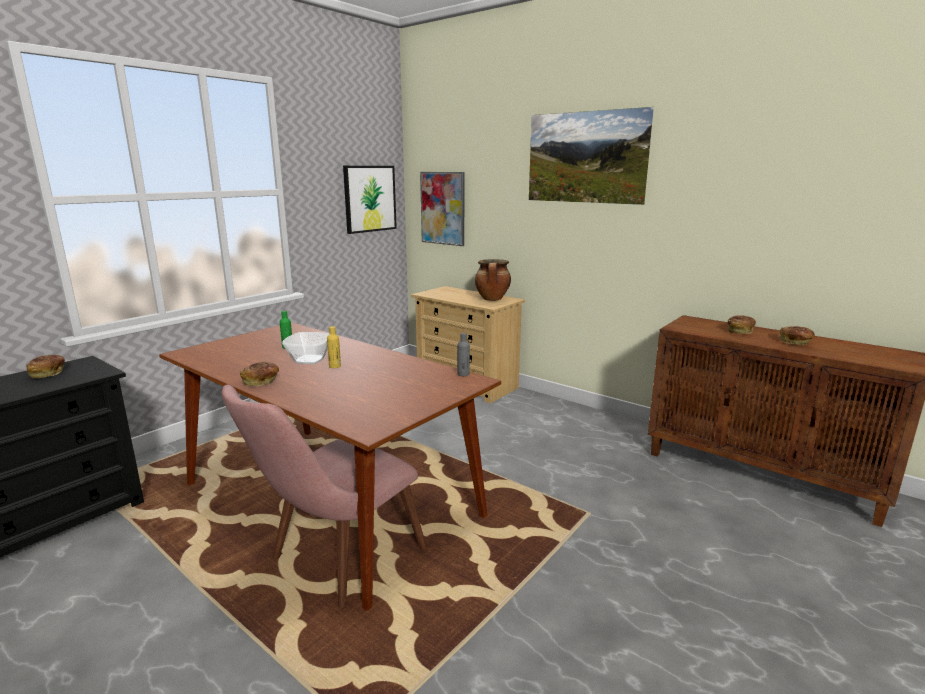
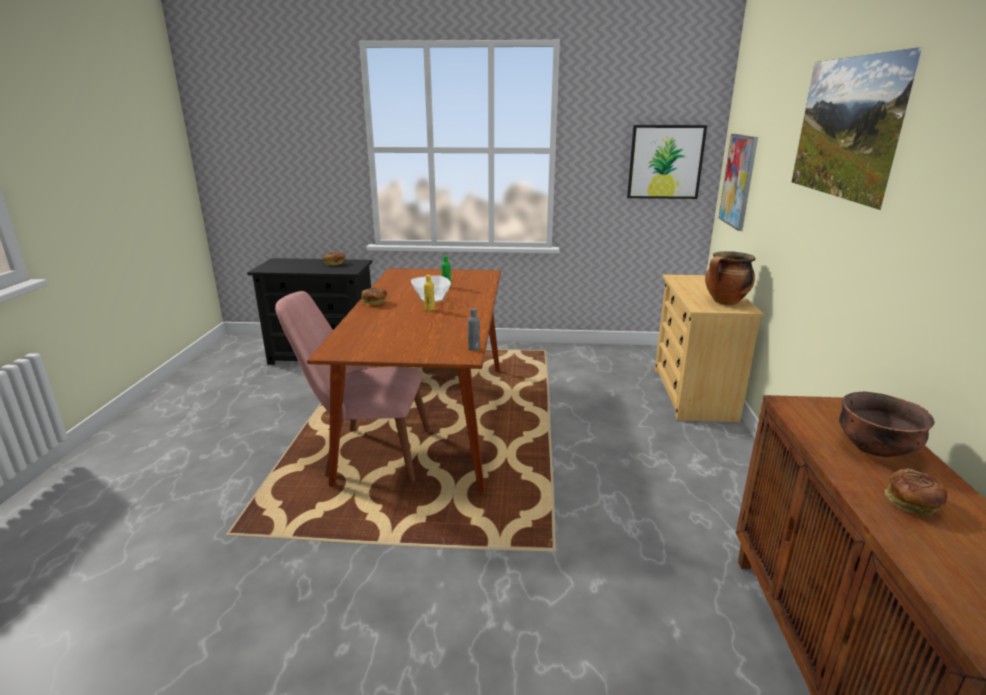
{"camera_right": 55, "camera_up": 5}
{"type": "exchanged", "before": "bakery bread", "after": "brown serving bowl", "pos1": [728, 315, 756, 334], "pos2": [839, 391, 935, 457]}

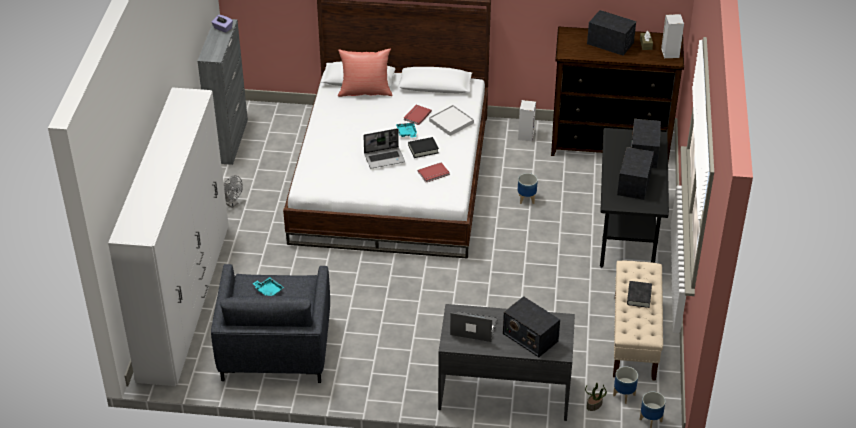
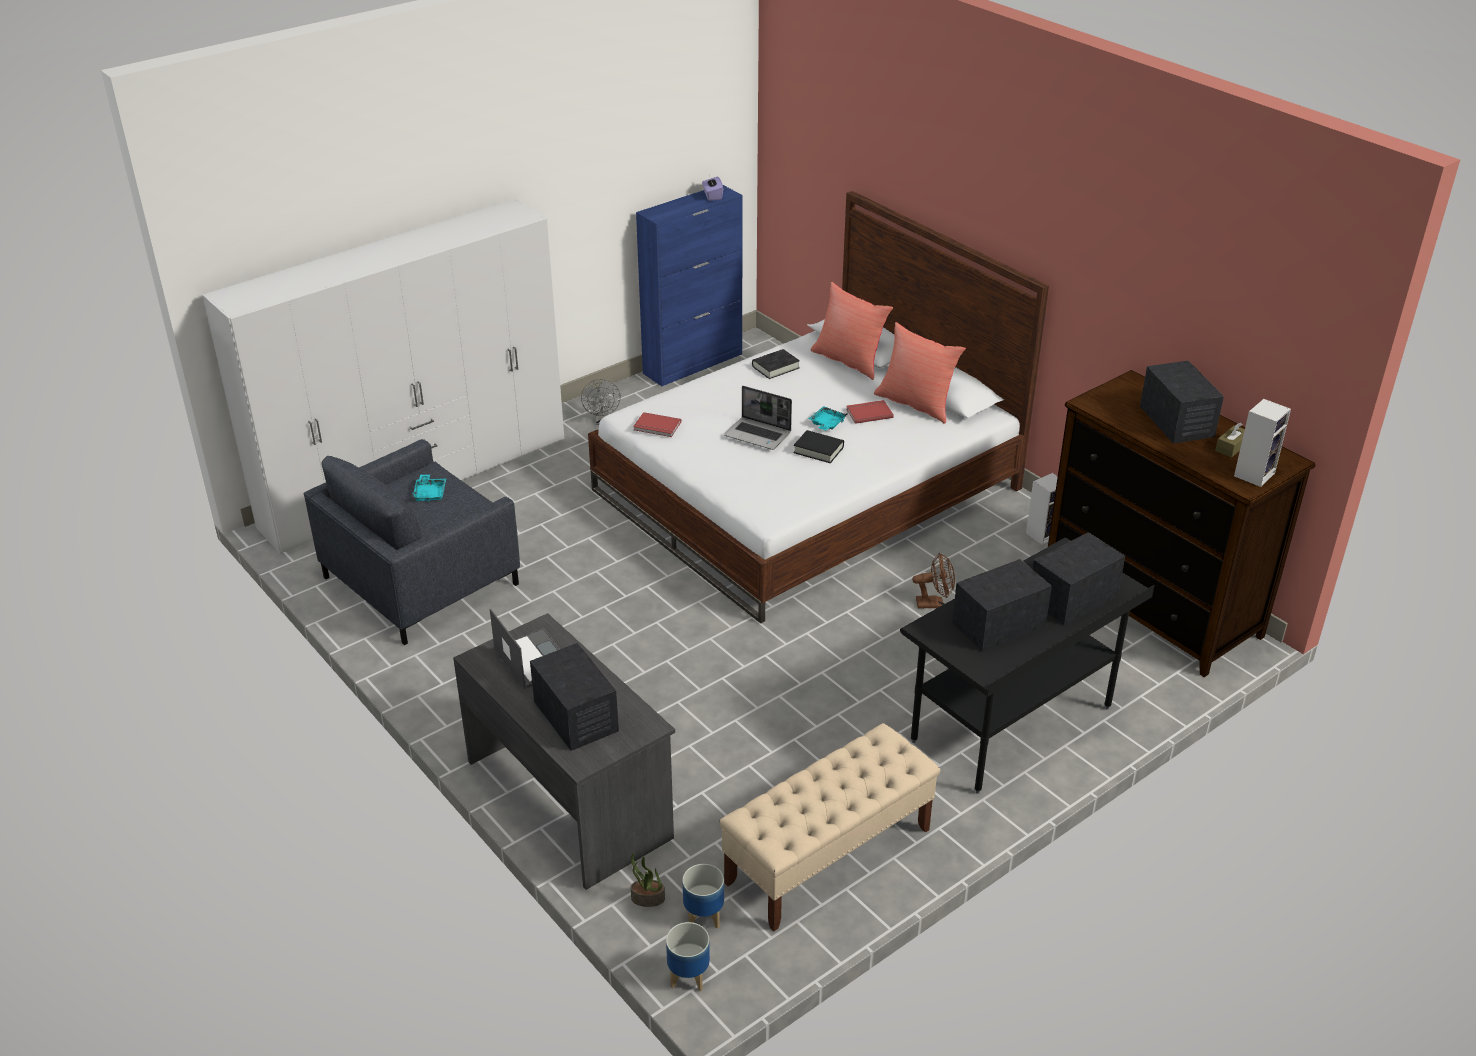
{"camera_right": 45, "camera_up": -5}
{"type": "missing", "before": "white serving tray", "pos1": [429, 105, 474, 136]}
{"type": "appeared", "after": "reddish throw pillow", "pos2": [874, 322, 966, 424]}
{"type": "relocated", "before": "reddish volume", "pos1": [418, 162, 450, 182], "pos2": [633, 412, 681, 437]}
{"type": "relocated", "before": "blackish volume", "pos1": [627, 281, 652, 308], "pos2": [752, 349, 800, 379]}
{"type": "exchanged", "before": "plant pot", "after": "brown fan", "pos1": [518, 173, 538, 204], "pos2": [912, 553, 955, 608]}
{"type": "colour", "before": "grey cupboard", "after": "bluish cupboard", "pos1": [198, 19, 248, 165], "pos2": [636, 185, 743, 386]}
{"type": "spun", "before": "radio", "pos1": [503, 296, 560, 357], "pos2": [530, 643, 619, 751], "turn": 150}

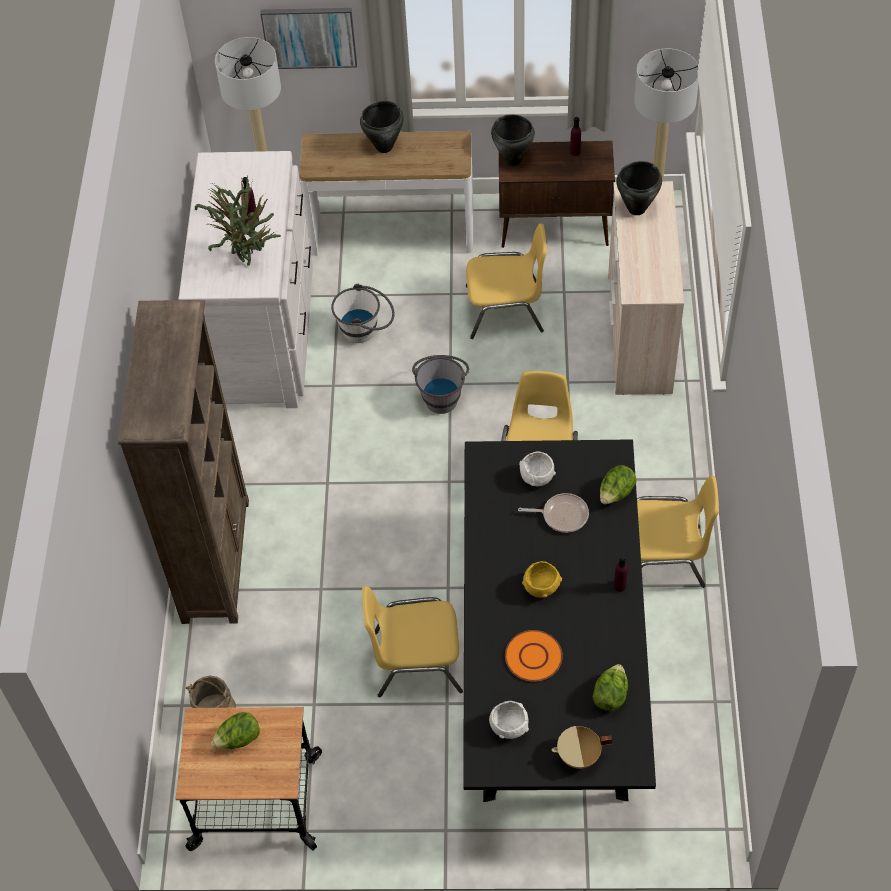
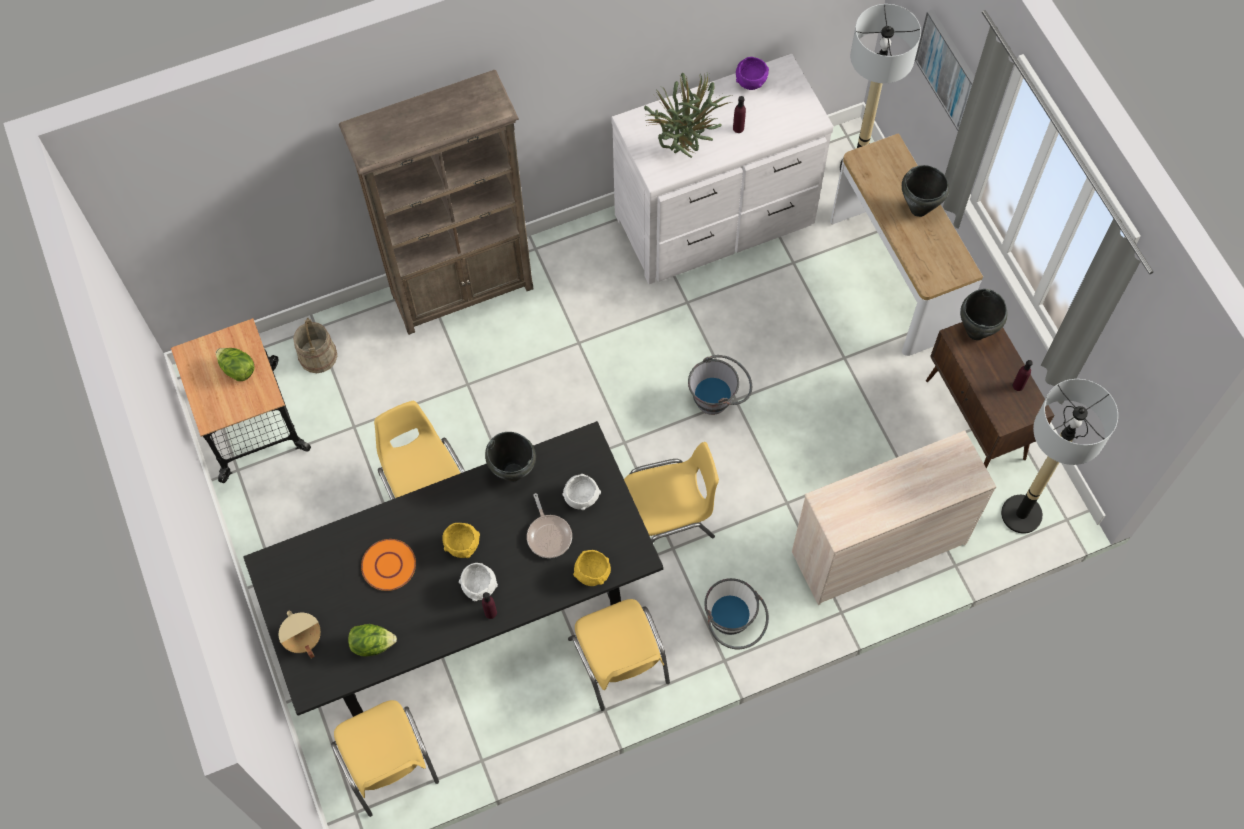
{"camera_right": 65, "camera_up": 10}
{"type": "appeared", "after": "purple serving bowl", "pos2": [736, 57, 769, 90]}
{"type": "relocated", "before": "white bucket", "pos1": [331, 284, 395, 343], "pos2": [704, 578, 769, 649]}
{"type": "relocated", "before": "yellowish chair", "pos1": [466, 223, 547, 339], "pos2": [331, 700, 439, 817]}
{"type": "relocated", "before": "white serving bowl", "pos1": [489, 701, 529, 739], "pos2": [459, 563, 498, 601]}
{"type": "relocated", "before": "blackish cooking pot", "pos1": [616, 161, 662, 215], "pos2": [485, 432, 536, 482]}
{"type": "exchanged", "before": "lettuce head", "after": "yellowish serving bowl", "pos1": [600, 465, 636, 504], "pos2": [573, 550, 611, 586]}

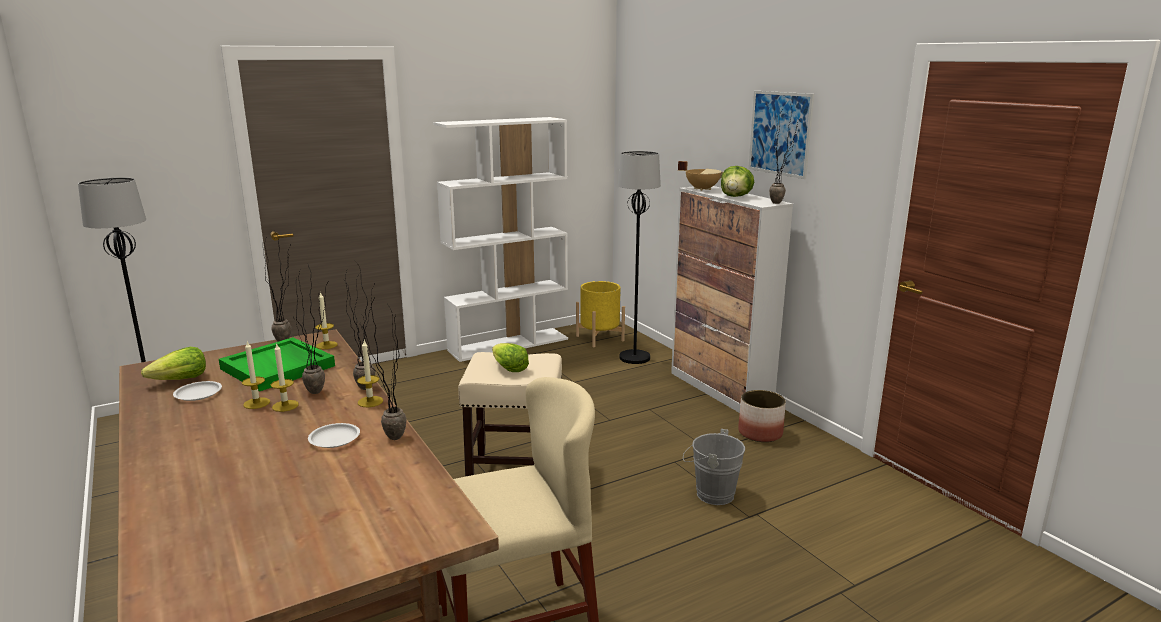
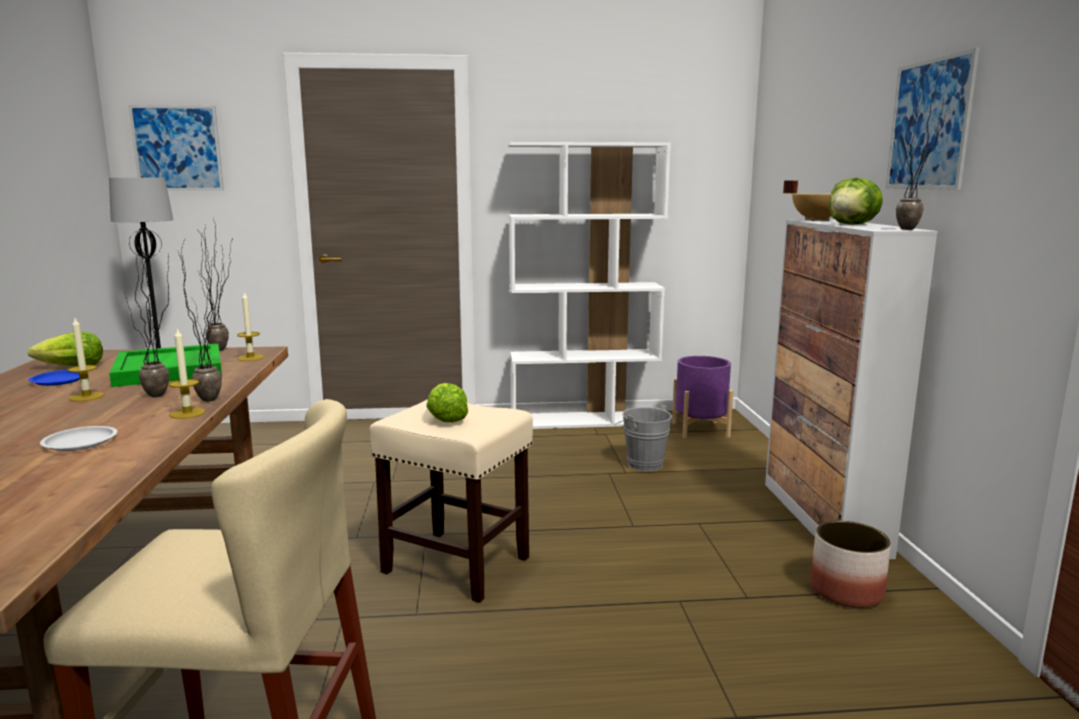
{"camera_right": 25, "camera_up": -5}
{"type": "missing", "before": "candle", "pos1": [271, 343, 299, 412]}
{"type": "missing", "before": "houseplant", "pos1": [358, 299, 407, 440]}
{"type": "missing", "before": "blackish standard lamp", "pos1": [618, 151, 661, 364]}
{"type": "appeared", "after": "wall picture", "pos2": [128, 105, 224, 191]}
{"type": "relocated", "before": "grey bucket", "pos1": [683, 429, 745, 505], "pos2": [614, 404, 672, 471]}
{"type": "colour", "before": "white plate", "after": "bluish plate", "pos1": [173, 381, 222, 401], "pos2": [29, 370, 80, 386]}
{"type": "colour", "before": "yellowish plant pot", "after": "purple plant pot", "pos1": [576, 281, 625, 347], "pos2": [672, 356, 733, 438]}

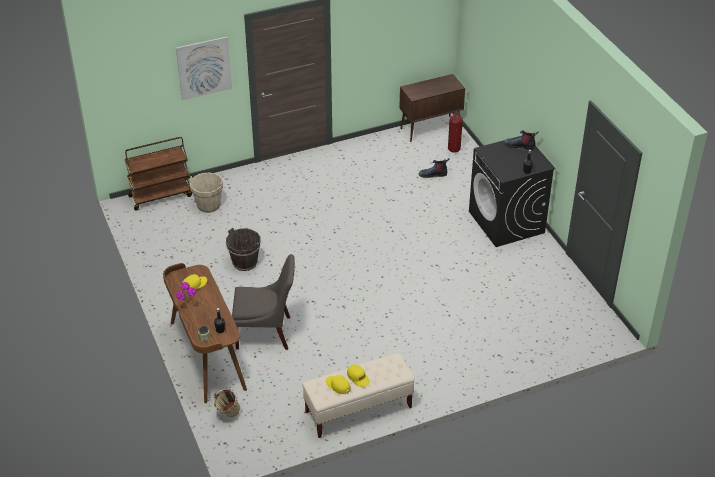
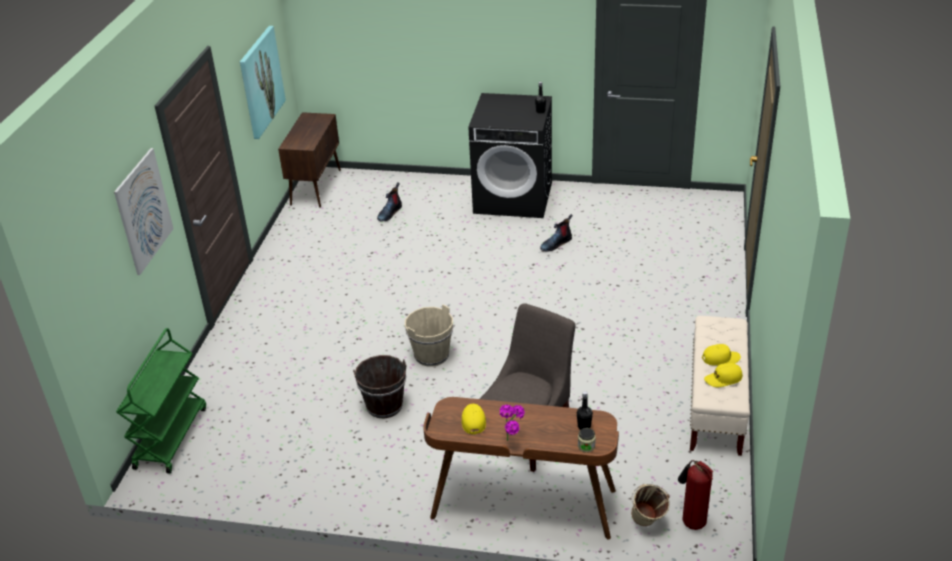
{"camera_right": -55, "camera_up": -5}
{"type": "appeared", "after": "wall picture", "pos2": [240, 26, 286, 139]}
{"type": "relocated", "before": "sand-coloured bucket", "pos1": [189, 173, 223, 213], "pos2": [405, 304, 453, 367]}
{"type": "relocated", "before": "fire extinguisher", "pos1": [448, 112, 463, 153], "pos2": [678, 460, 713, 530]}
{"type": "relocated", "before": "tall boot", "pos1": [504, 130, 539, 150], "pos2": [540, 214, 573, 252]}
{"type": "colour", "before": "brown wheeled cart", "after": "green-coloured wheeled cart", "pos1": [125, 137, 192, 211], "pos2": [116, 328, 206, 474]}

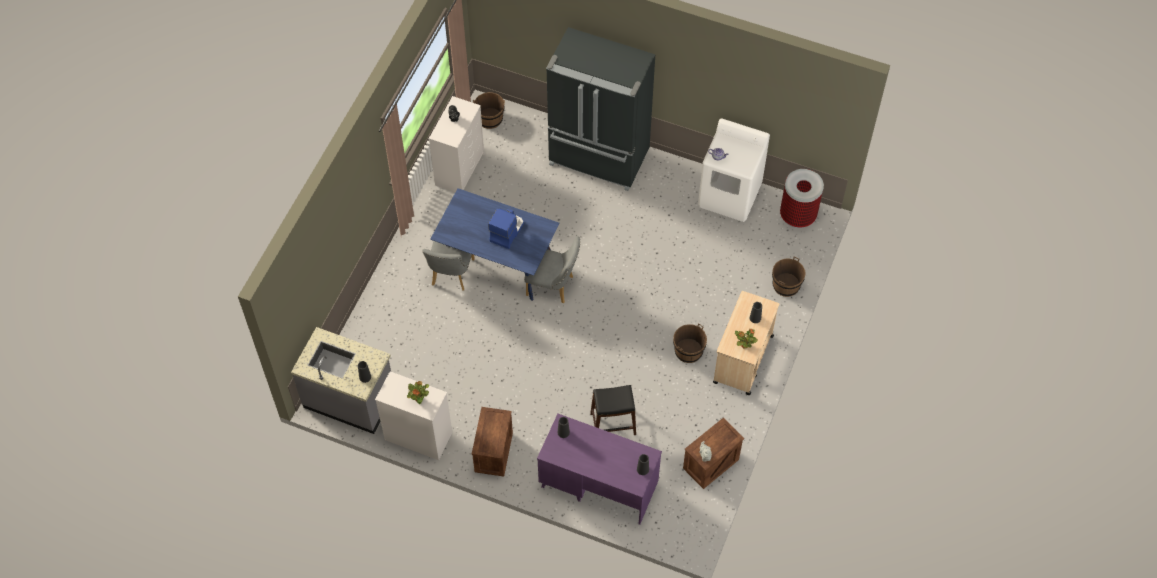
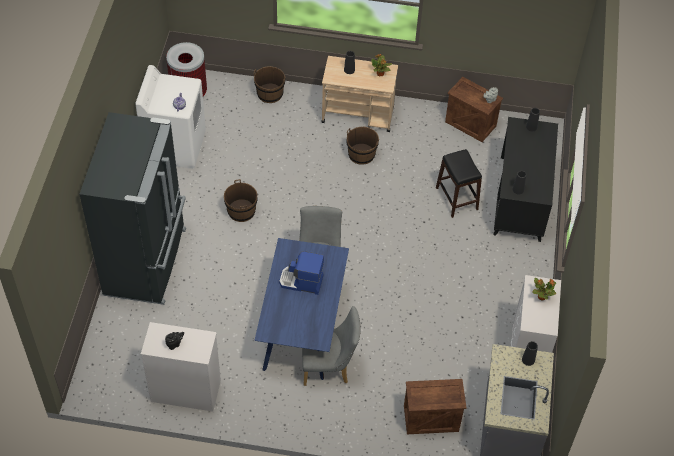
{"camera_right": -105, "camera_up": -5}
{"type": "relocated", "before": "shipping crate", "pos1": [472, 407, 513, 477], "pos2": [404, 379, 467, 434]}
{"type": "relocated", "before": "brown bucket", "pos1": [473, 92, 505, 129], "pos2": [224, 179, 258, 222]}
{"type": "colour", "before": "purple desk table", "after": "blackish desk table", "pos1": [537, 414, 662, 525], "pos2": [493, 117, 558, 242]}

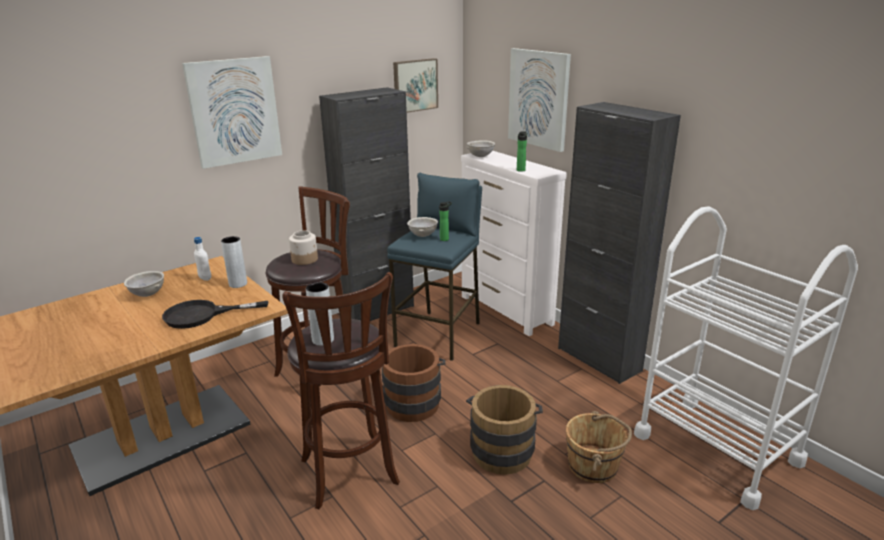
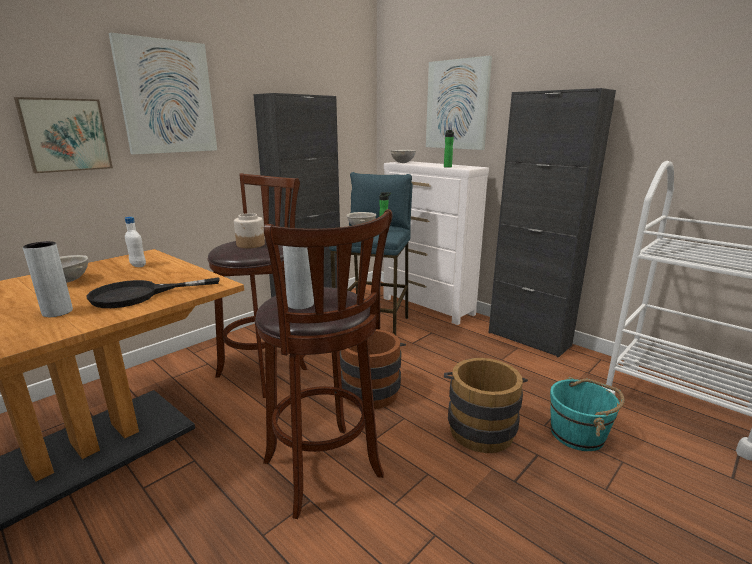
{"camera_right": -10, "camera_up": -5}
{"type": "relocated", "before": "grey flower vase", "pos1": [221, 236, 247, 288], "pos2": [23, 241, 73, 317]}
{"type": "relocated", "before": "wall picture", "pos1": [393, 58, 438, 113], "pos2": [14, 97, 113, 173]}
{"type": "colour", "before": "brown bucket", "after": "blue-green bucket", "pos1": [566, 411, 632, 483], "pos2": [550, 377, 625, 451]}

